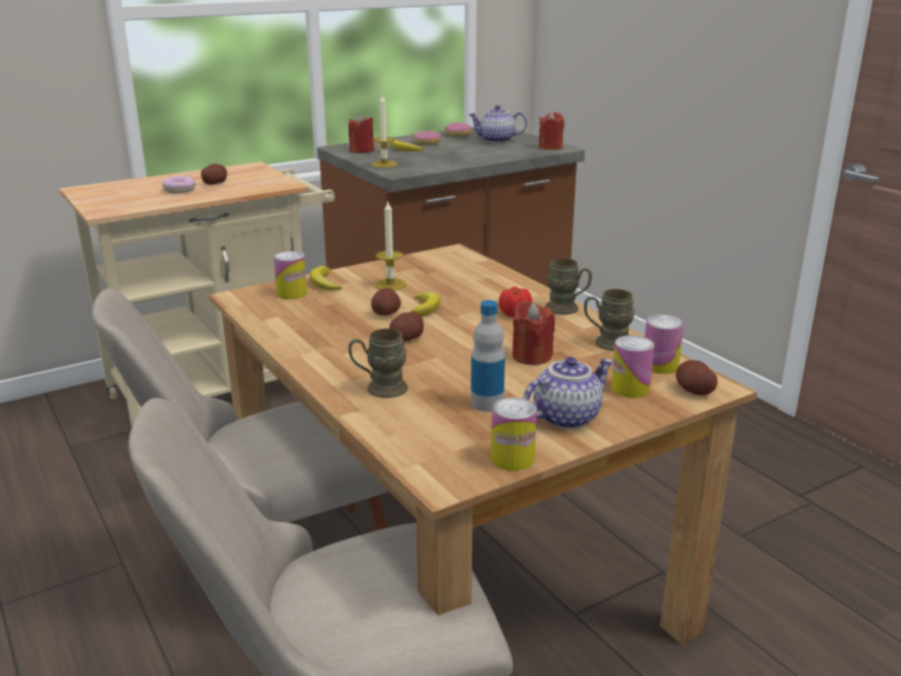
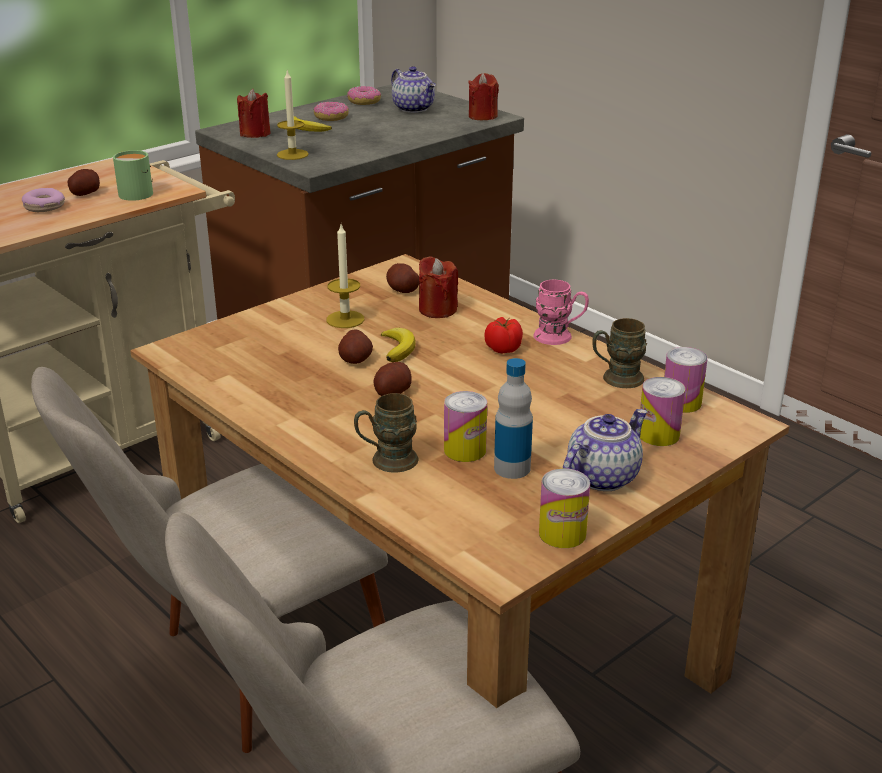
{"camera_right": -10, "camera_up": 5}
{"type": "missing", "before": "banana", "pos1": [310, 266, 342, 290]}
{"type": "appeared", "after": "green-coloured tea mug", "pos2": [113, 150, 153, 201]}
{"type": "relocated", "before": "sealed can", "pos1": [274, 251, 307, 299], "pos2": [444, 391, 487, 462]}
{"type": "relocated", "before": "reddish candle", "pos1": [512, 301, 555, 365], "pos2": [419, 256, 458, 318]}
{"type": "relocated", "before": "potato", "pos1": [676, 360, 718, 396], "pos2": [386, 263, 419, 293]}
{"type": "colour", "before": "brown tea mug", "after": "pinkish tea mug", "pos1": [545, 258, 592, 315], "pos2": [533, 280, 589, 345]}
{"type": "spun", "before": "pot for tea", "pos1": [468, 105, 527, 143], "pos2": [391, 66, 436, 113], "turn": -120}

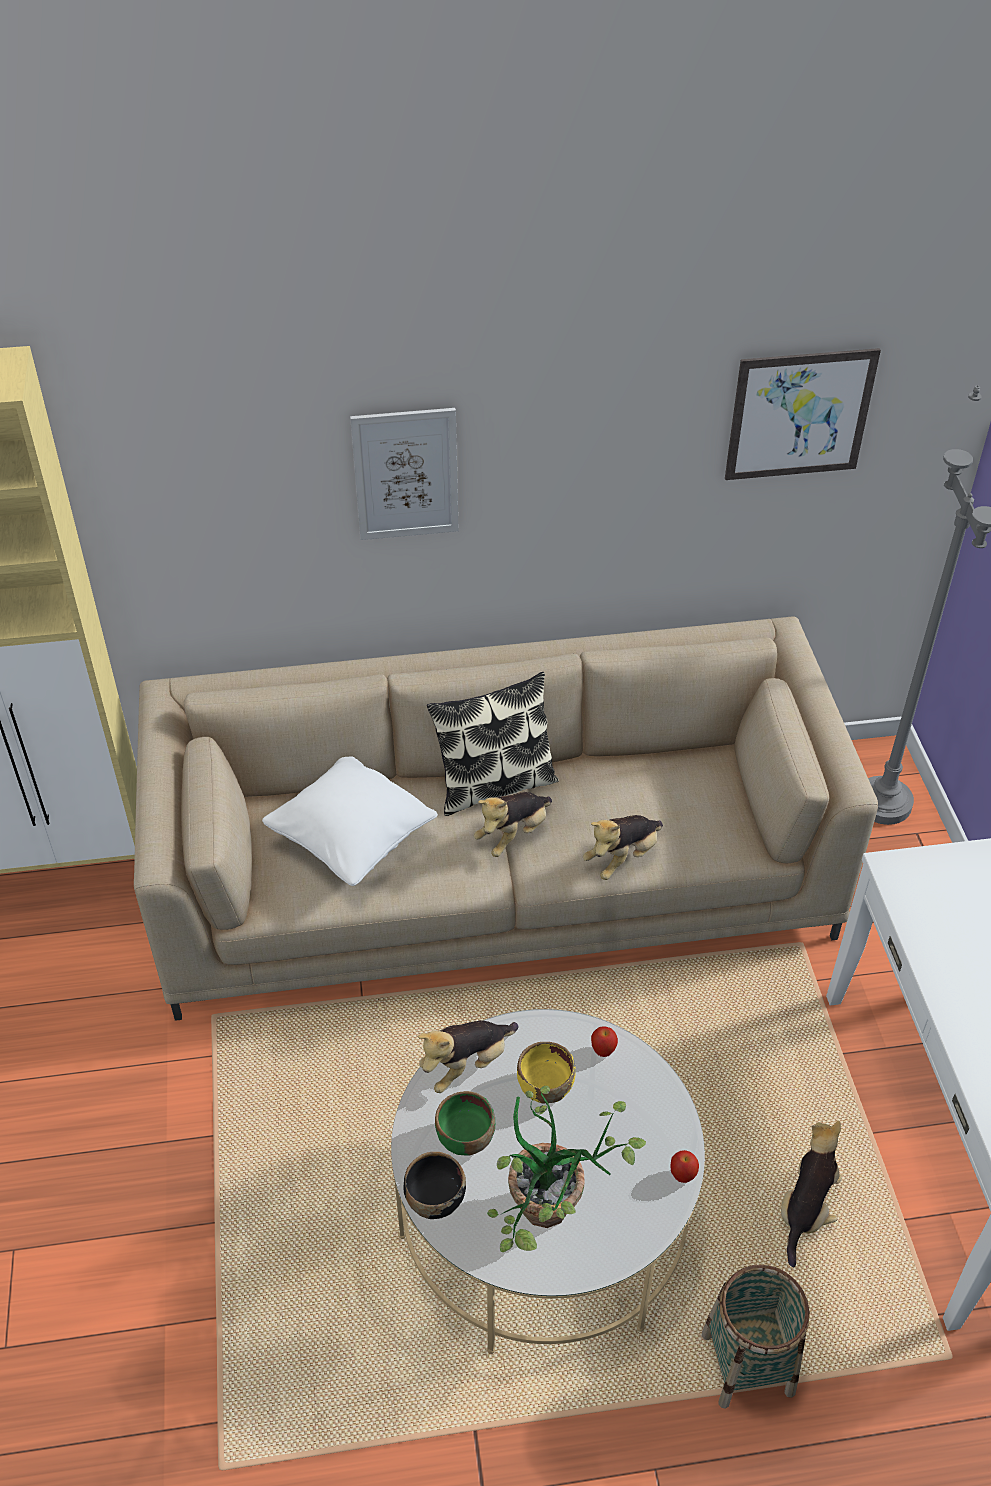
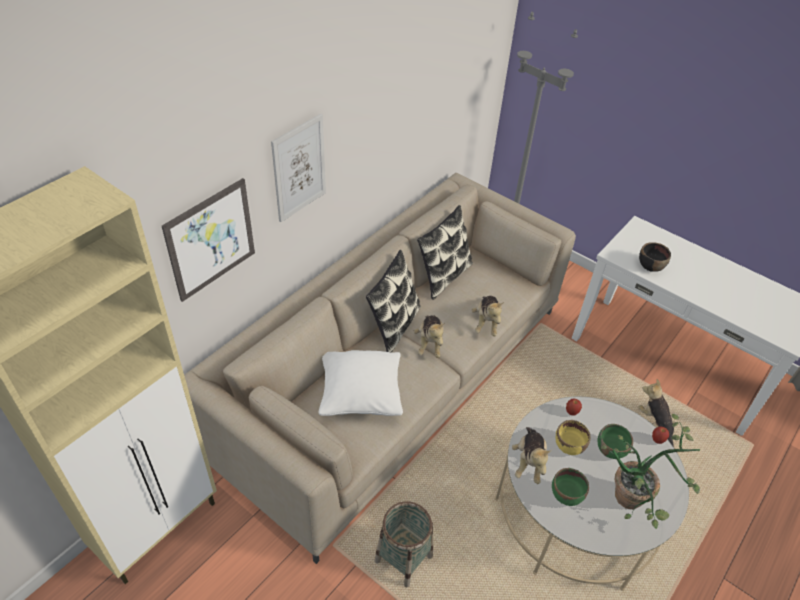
{"camera_right": -45, "camera_up": 0}
{"type": "appeared", "after": "throw pillow", "pos2": [417, 205, 473, 300]}
{"type": "appeared", "after": "green-coloured serving bowl", "pos2": [598, 424, 633, 459]}
{"type": "relocated", "before": "blackish serving bowl", "pos1": [403, 1152, 466, 1219], "pos2": [639, 242, 671, 272]}
{"type": "relocated", "before": "basket", "pos1": [702, 1265, 810, 1409], "pos2": [375, 501, 433, 588]}
{"type": "relocated", "before": "wall picture", "pos1": [725, 348, 881, 480], "pos2": [162, 178, 255, 302]}

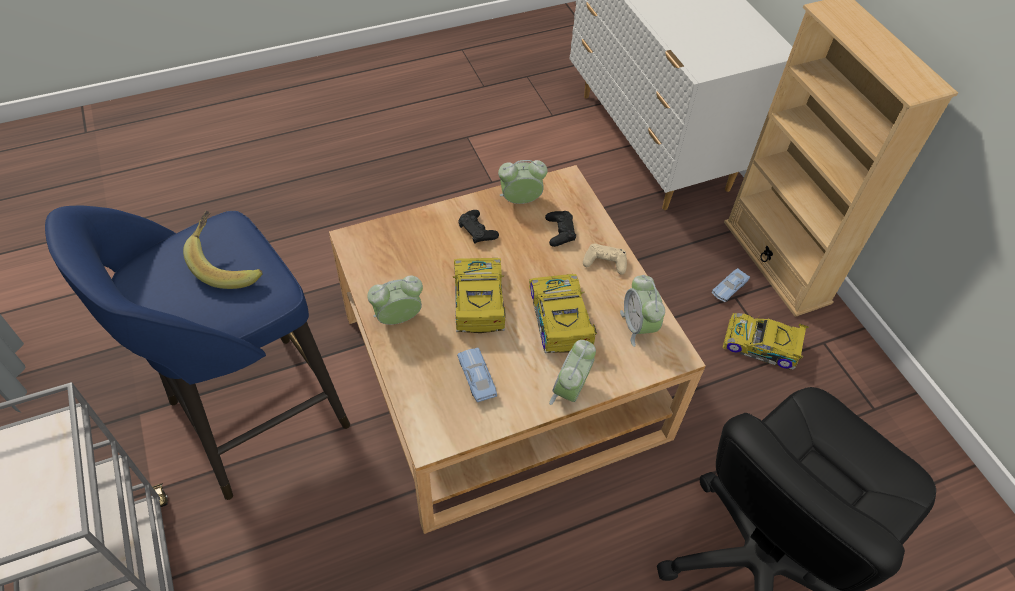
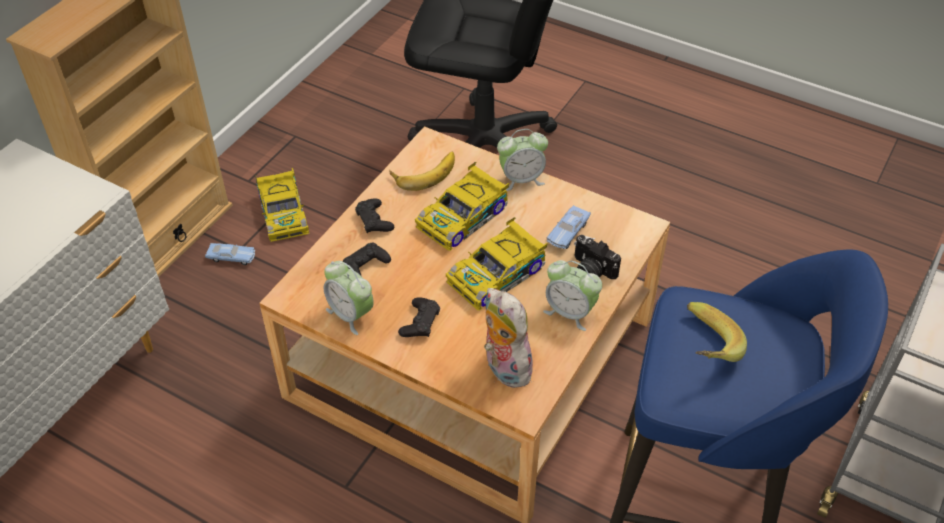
{"camera_right": -125, "camera_up": -5}
{"type": "appeared", "after": "soft toy", "pos2": [484, 288, 534, 388]}
{"type": "appeared", "after": "photo camera", "pos2": [574, 235, 621, 279]}
{"type": "exchanged", "before": "alarm clock", "after": "banana", "pos1": [620, 275, 665, 347], "pos2": [389, 152, 455, 191]}
{"type": "colour", "before": "sand-coloured game controller", "after": "blackish game controller", "pos1": [583, 244, 627, 275], "pos2": [355, 198, 394, 233]}

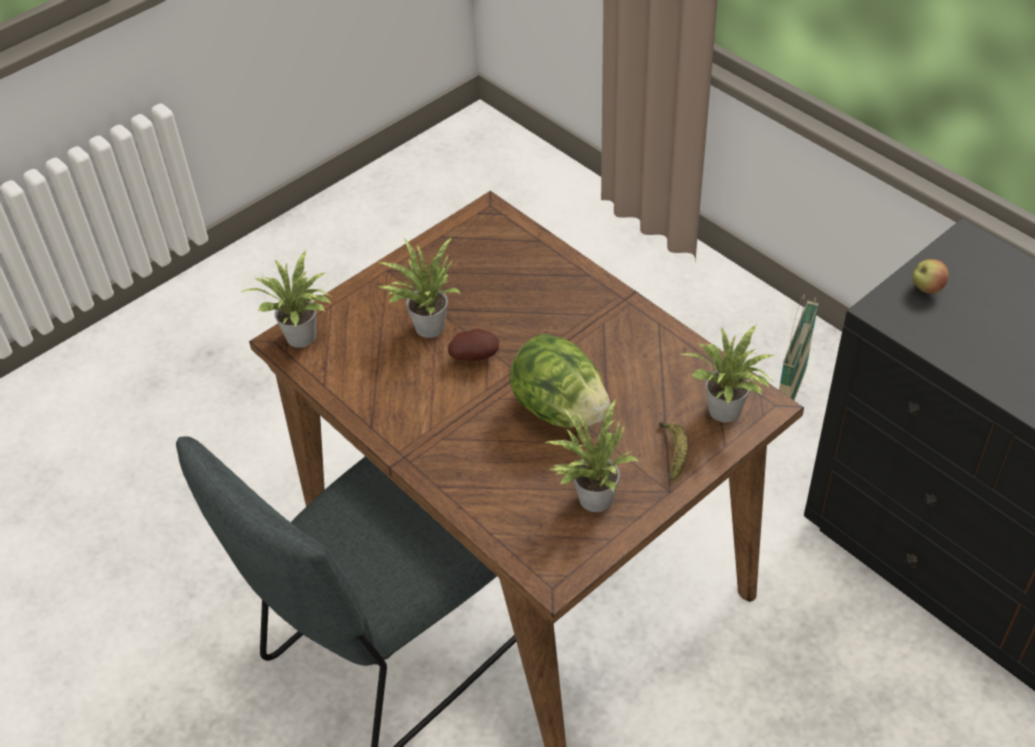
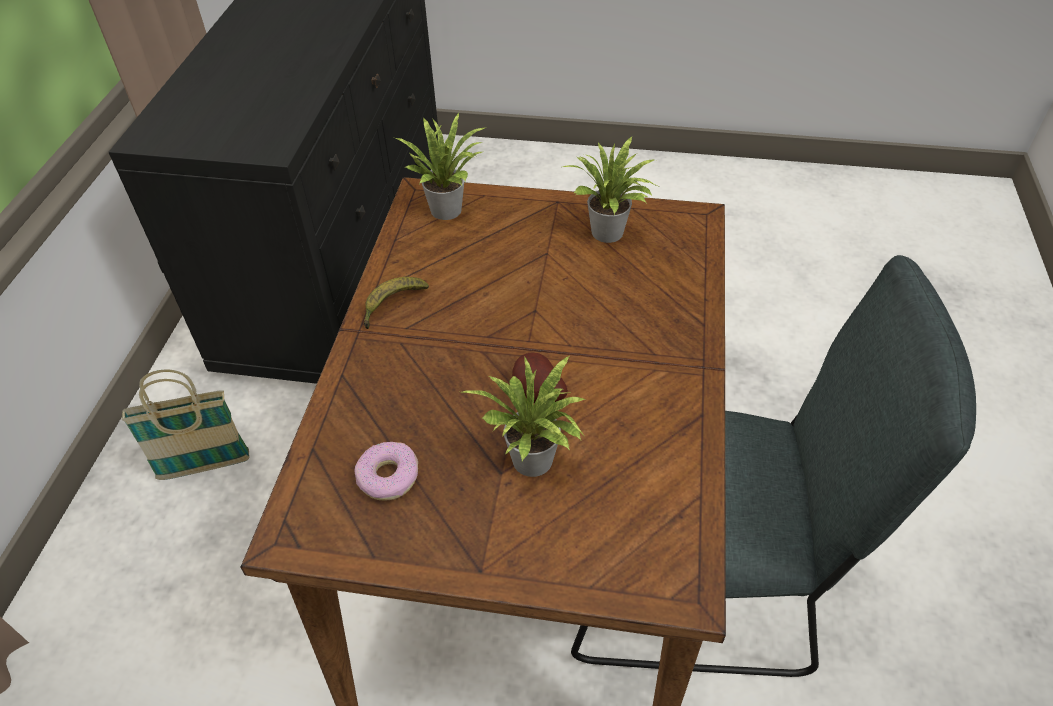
{"camera_right": -130, "camera_up": 0}
{"type": "missing", "before": "houseplant", "pos1": [241, 250, 332, 348]}
{"type": "missing", "before": "lettuce head", "pos1": [510, 334, 610, 428]}
{"type": "missing", "before": "whole apple", "pos1": [912, 259, 949, 294]}
{"type": "appeared", "after": "donut", "pos2": [355, 442, 418, 501]}
{"type": "relocated", "before": "banana", "pos1": [659, 421, 688, 481], "pos2": [364, 277, 429, 329]}

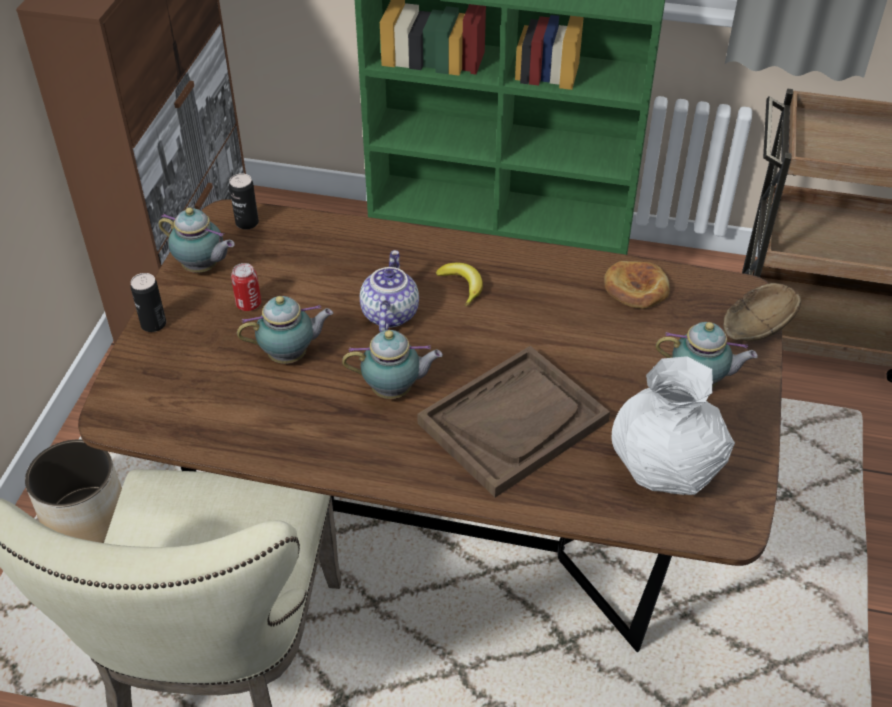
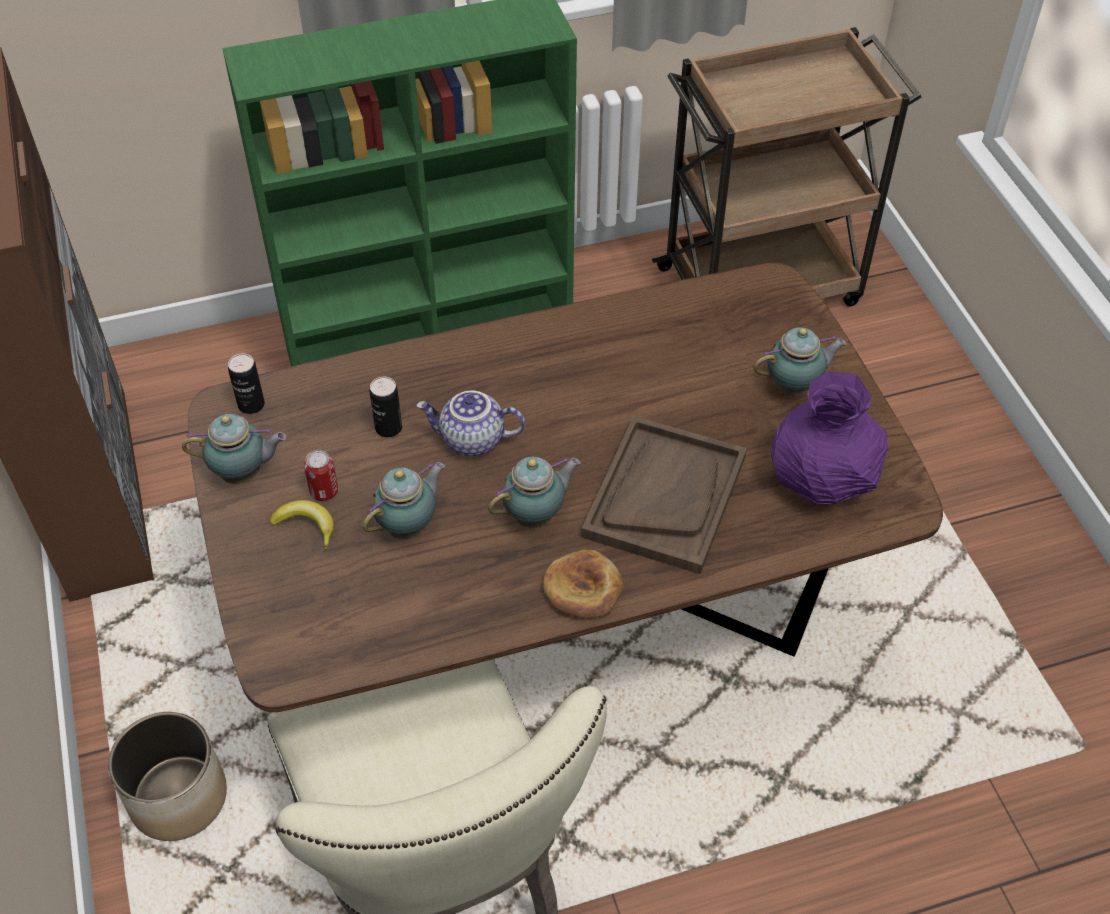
{"camera_right": -30, "camera_up": 5}
{"type": "missing", "before": "brown serving bowl", "pos1": [723, 283, 802, 342]}
{"type": "relocated", "before": "sealed can", "pos1": [130, 273, 166, 332], "pos2": [369, 377, 402, 437]}
{"type": "relocated", "before": "banana", "pos1": [436, 263, 483, 307], "pos2": [270, 500, 334, 550]}
{"type": "relocated", "before": "bakery bread", "pos1": [604, 261, 670, 309], "pos2": [543, 549, 624, 618]}
{"type": "colour", "before": "white flower vase", "after": "purple flower vase", "pos1": [612, 356, 735, 495], "pos2": [771, 371, 888, 505]}
{"type": "spun", "before": "pot for tea", "pos1": [360, 250, 419, 332], "pos2": [416, 391, 525, 456], "turn": -60}

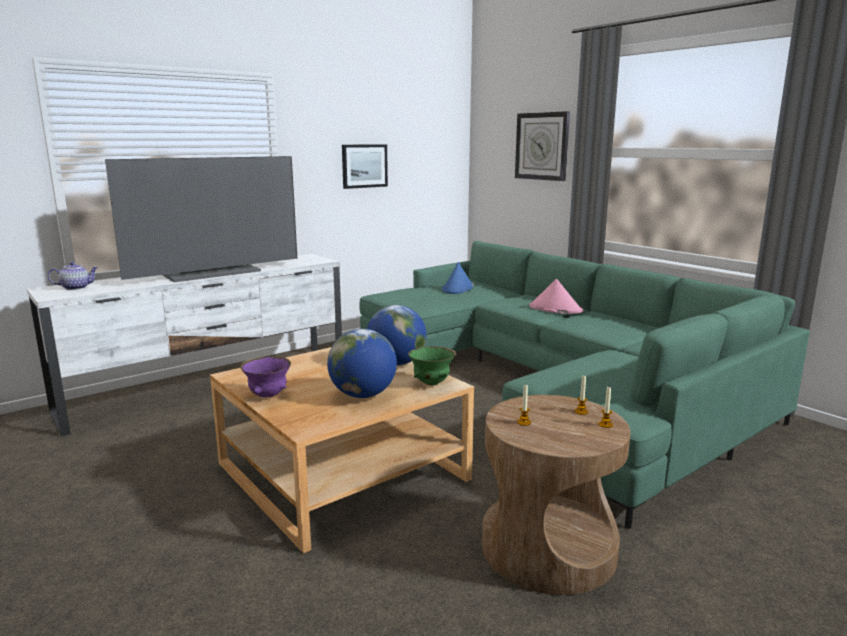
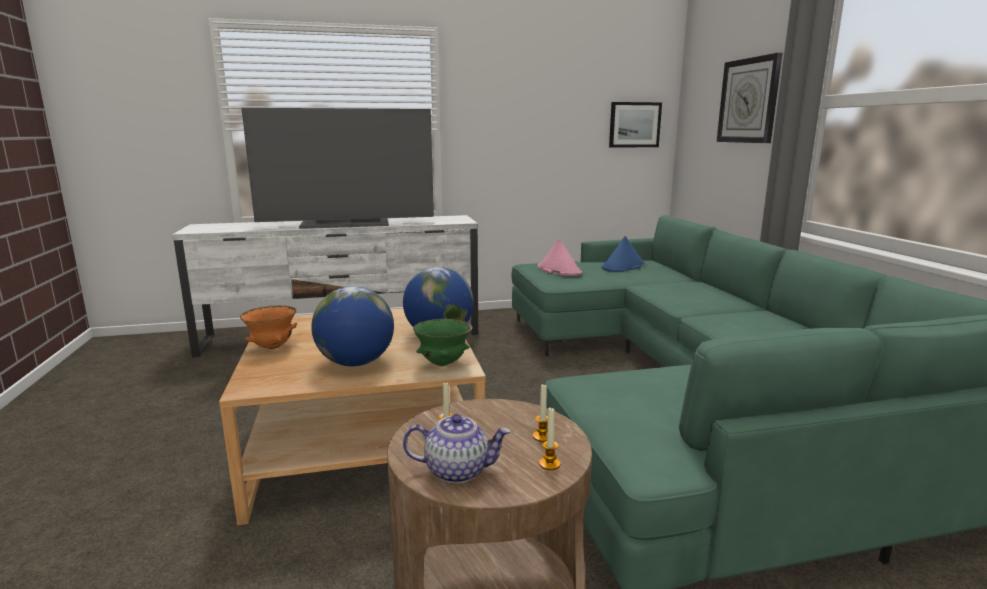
{"camera_right": 25, "camera_up": 0}
{"type": "relocated", "before": "pot for tea", "pos1": [48, 262, 98, 290], "pos2": [403, 414, 511, 484]}
{"type": "relocated", "before": "wall picture", "pos1": [342, 144, 388, 189], "pos2": [609, 102, 662, 148]}
{"type": "relocated", "before": "pinkish wearable hat", "pos1": [529, 279, 583, 314], "pos2": [537, 239, 582, 276]}
{"type": "colour", "before": "purple serving bowl", "after": "orangey serving bowl", "pos1": [240, 356, 291, 398], "pos2": [240, 305, 297, 349]}

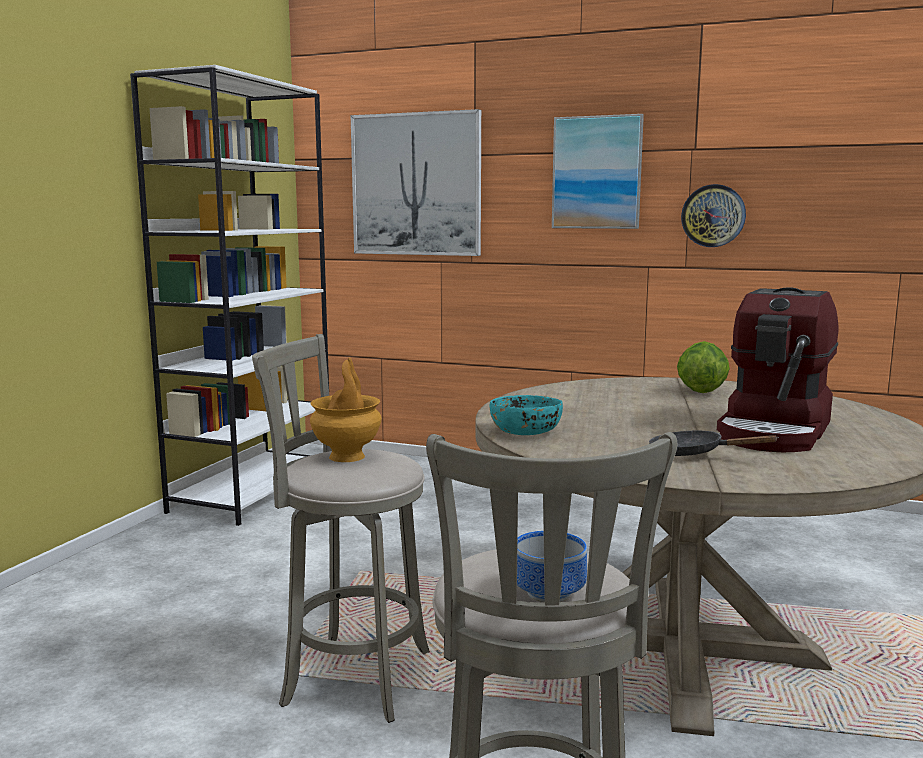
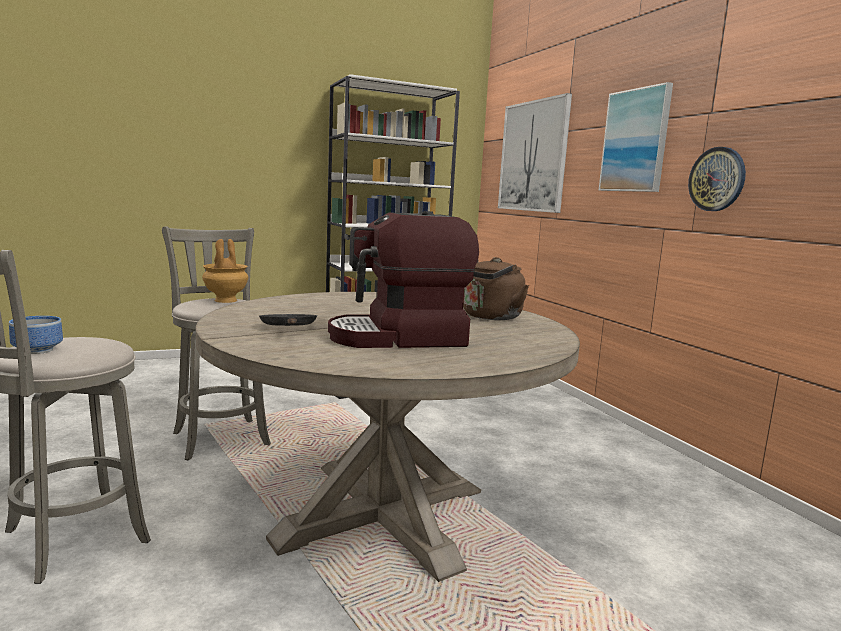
{"camera_right": 45, "camera_up": 0}
{"type": "missing", "before": "blue-green serving bowl", "pos1": [490, 395, 563, 435]}
{"type": "exchanged", "before": "lettuce head", "after": "brown water kettle", "pos1": [677, 341, 730, 393], "pos2": [463, 257, 529, 320]}

